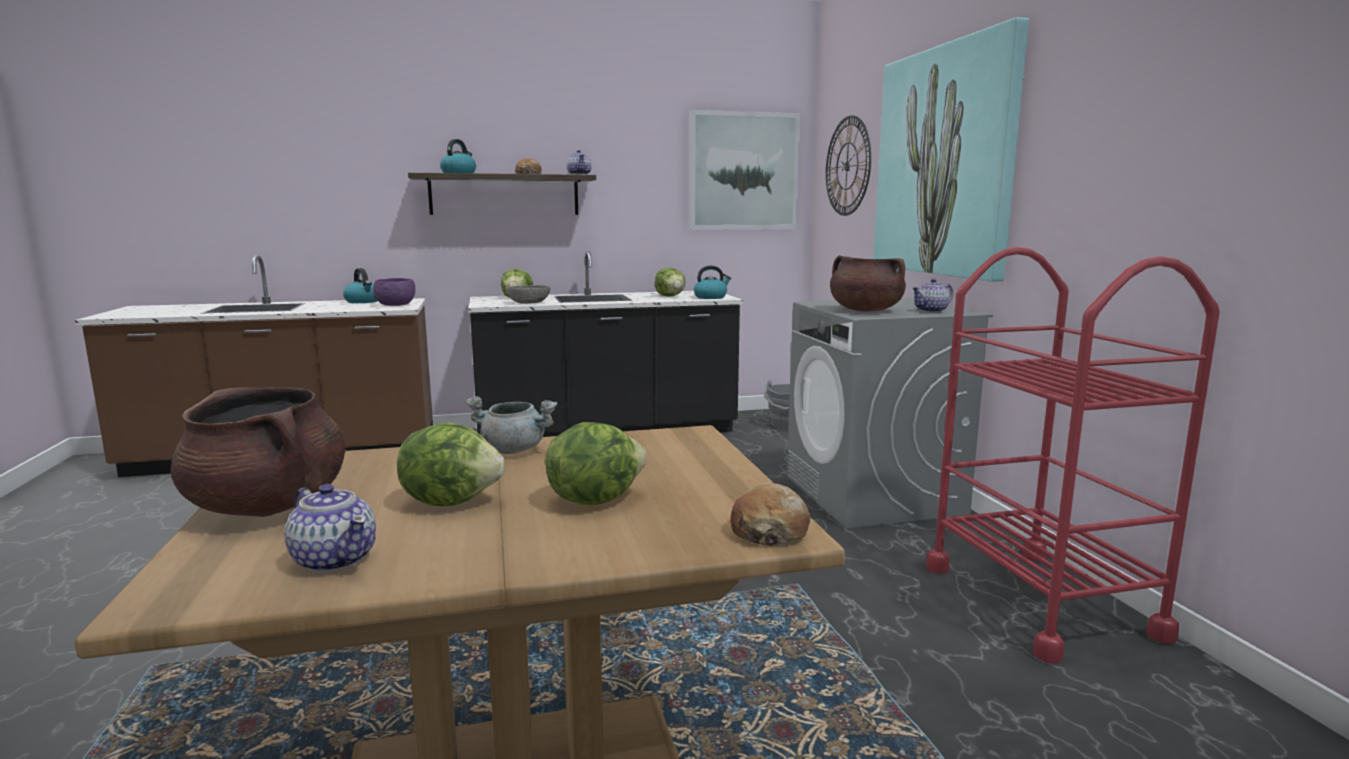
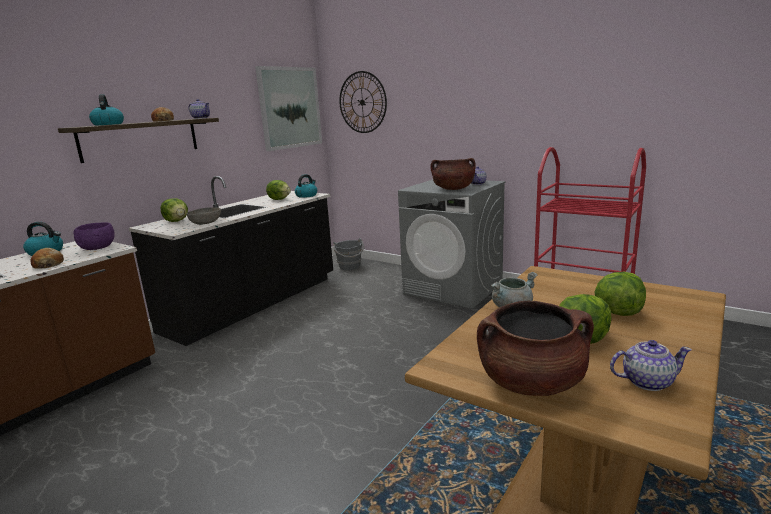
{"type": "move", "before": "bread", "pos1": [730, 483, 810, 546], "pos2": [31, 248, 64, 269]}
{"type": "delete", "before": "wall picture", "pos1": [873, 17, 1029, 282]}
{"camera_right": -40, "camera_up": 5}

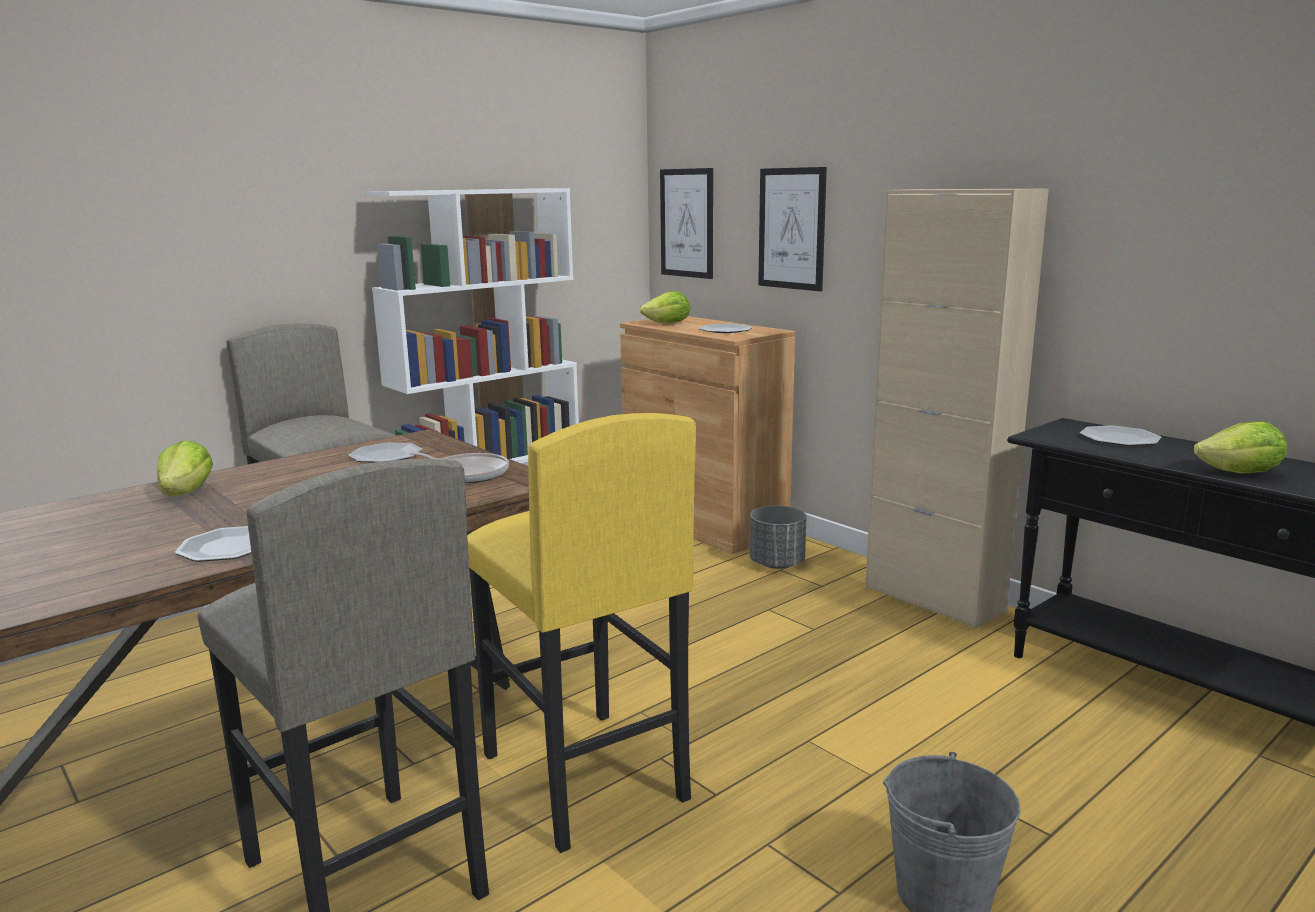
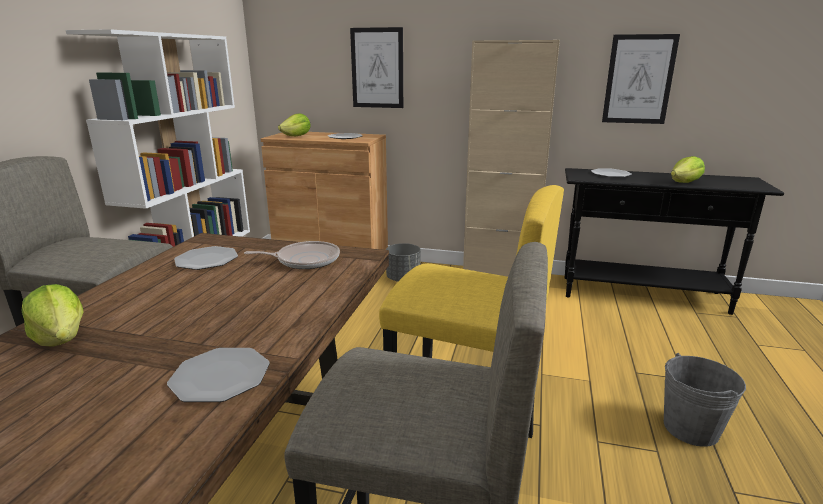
{"type": "move", "before": "wall picture", "pos1": [660, 168, 713, 279], "pos2": [602, 34, 680, 124]}
{"camera_right": -35, "camera_up": 5}

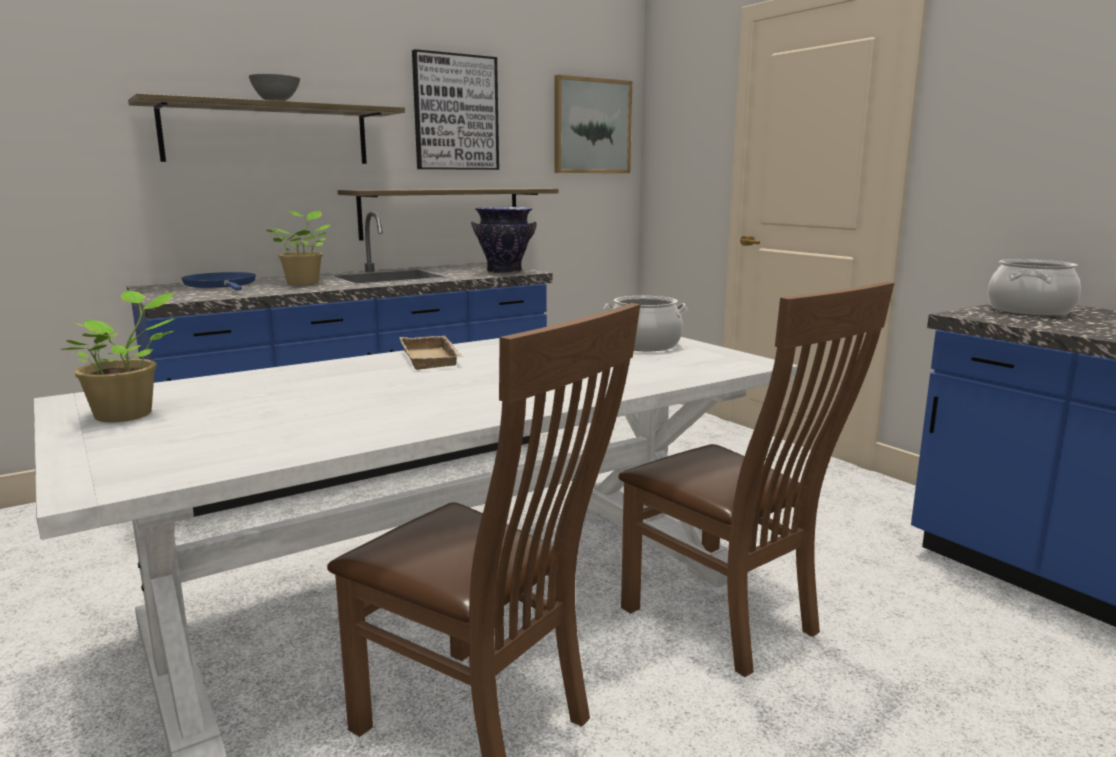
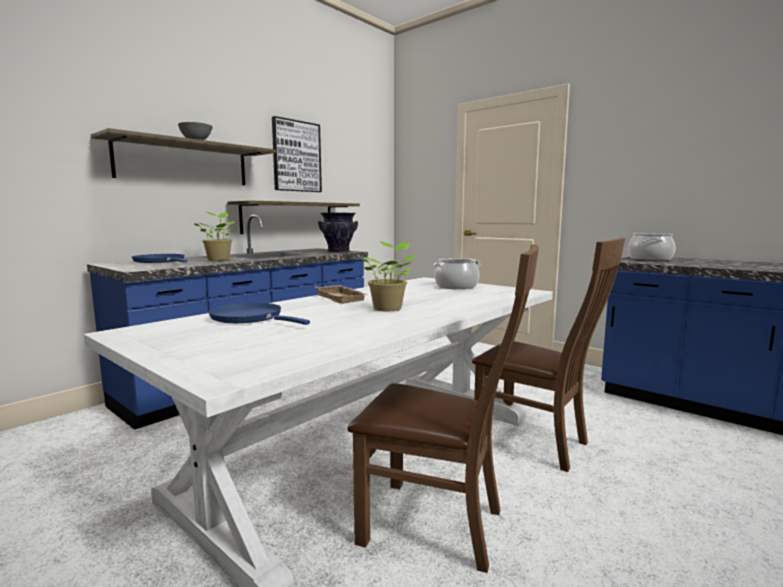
{"type": "insert", "after": "frying pan (blue)", "pos2": [209, 303, 310, 325]}
{"type": "move", "before": "plant in a pot", "pos1": [60, 290, 174, 423], "pos2": [359, 241, 416, 311]}
{"type": "delete", "before": "wall picture", "pos1": [554, 75, 632, 173]}
{"camera_right": -15, "camera_up": -5}

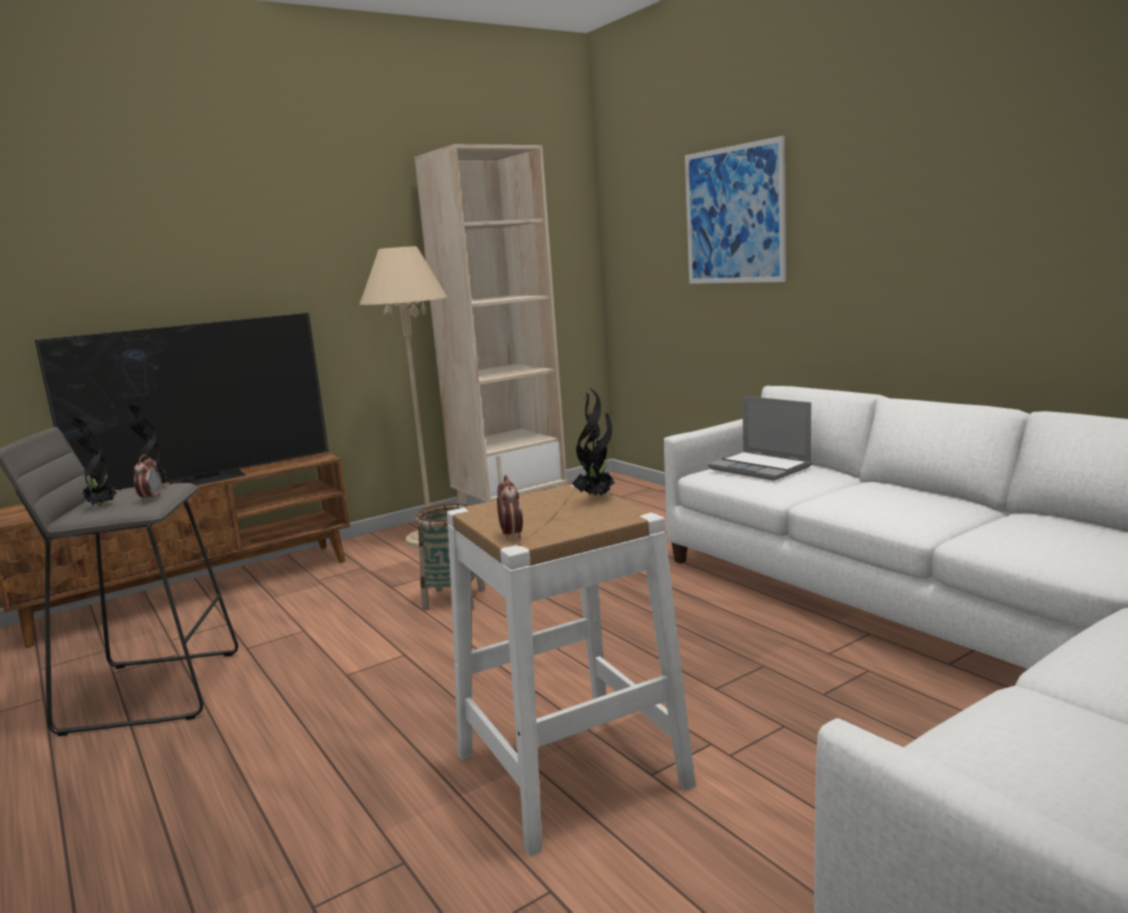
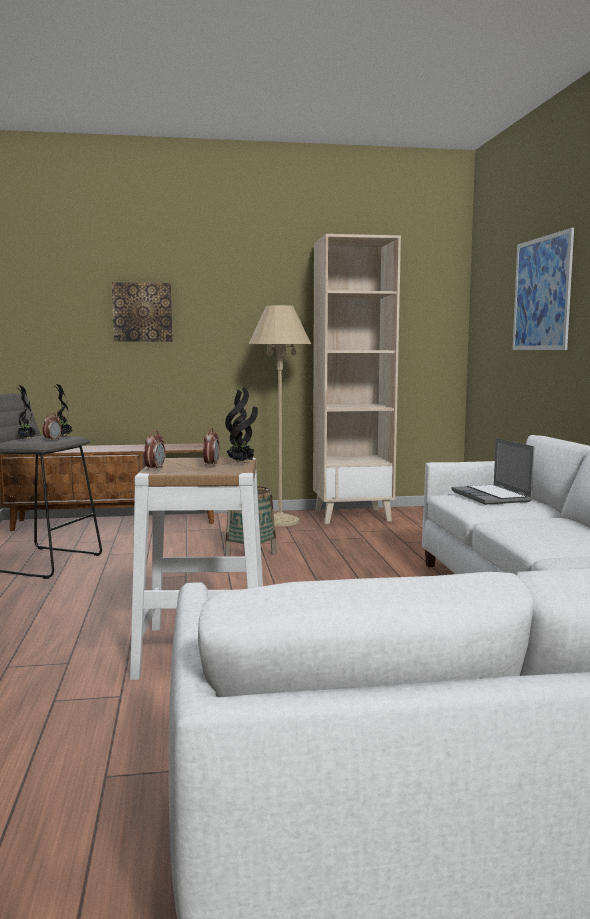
{"type": "insert", "after": "wall picture", "pos2": [112, 282, 172, 342]}
{"type": "insert", "after": "alarm clock", "pos2": [203, 428, 220, 466]}
{"type": "delete", "before": "television", "pos1": [35, 313, 329, 490]}
{"camera_right": 25, "camera_up": -5}

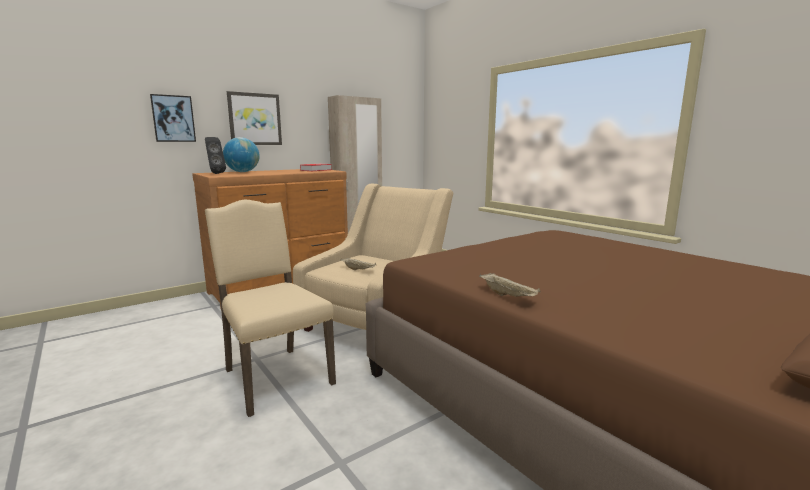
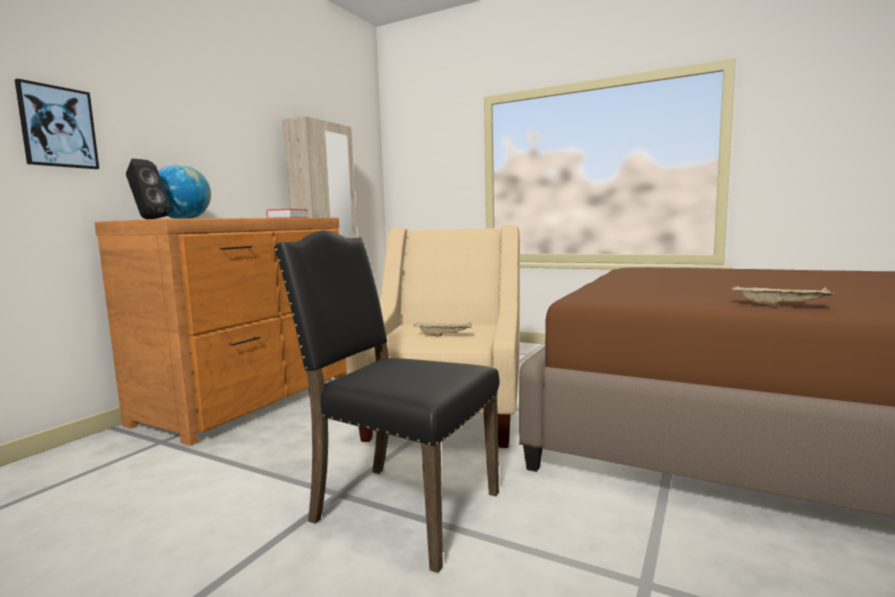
{"type": "recolor", "before": "upright chair (sand-coloured)", "after": "upright chair (blackish)", "pos1": [205, 200, 336, 417], "pos2": [274, 230, 500, 573]}
{"type": "delete", "before": "wall picture", "pos1": [227, 91, 282, 145]}
{"camera_right": -25, "camera_up": -5}

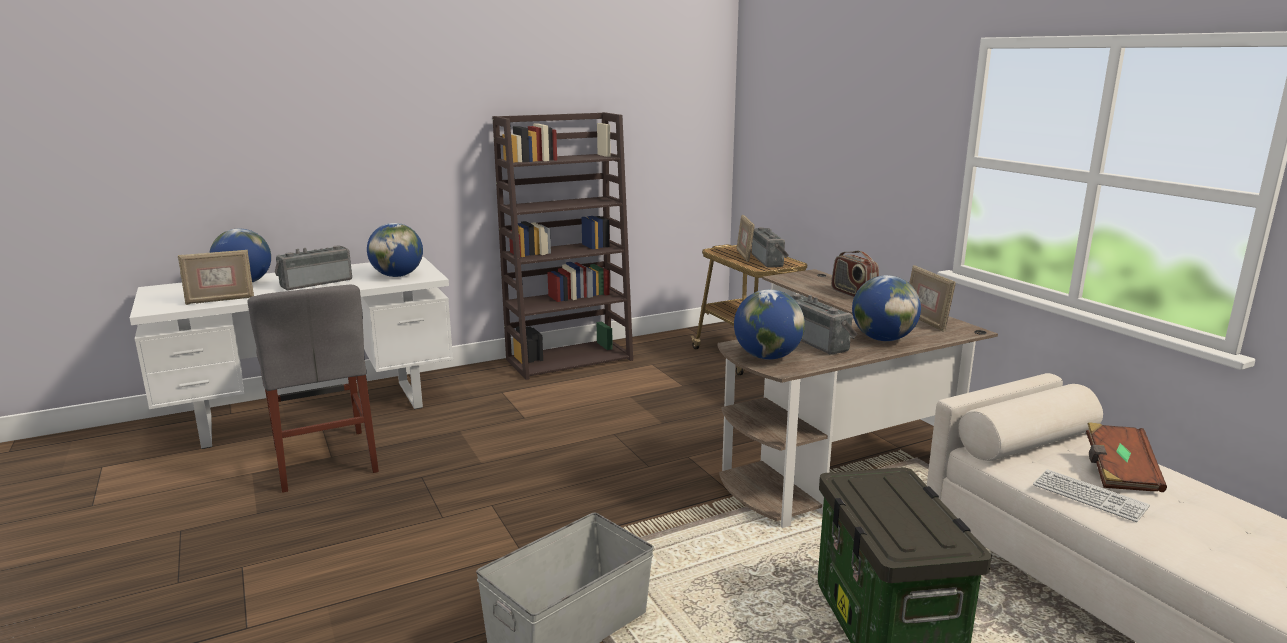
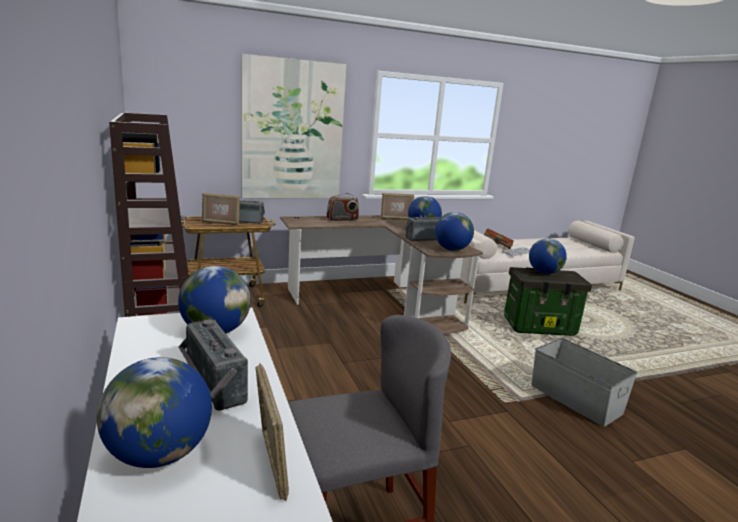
{"type": "insert", "after": "wall picture", "pos2": [241, 54, 347, 199]}
{"type": "insert", "after": "world globe", "pos2": [529, 239, 567, 274]}
{"camera_right": -85, "camera_up": 0}

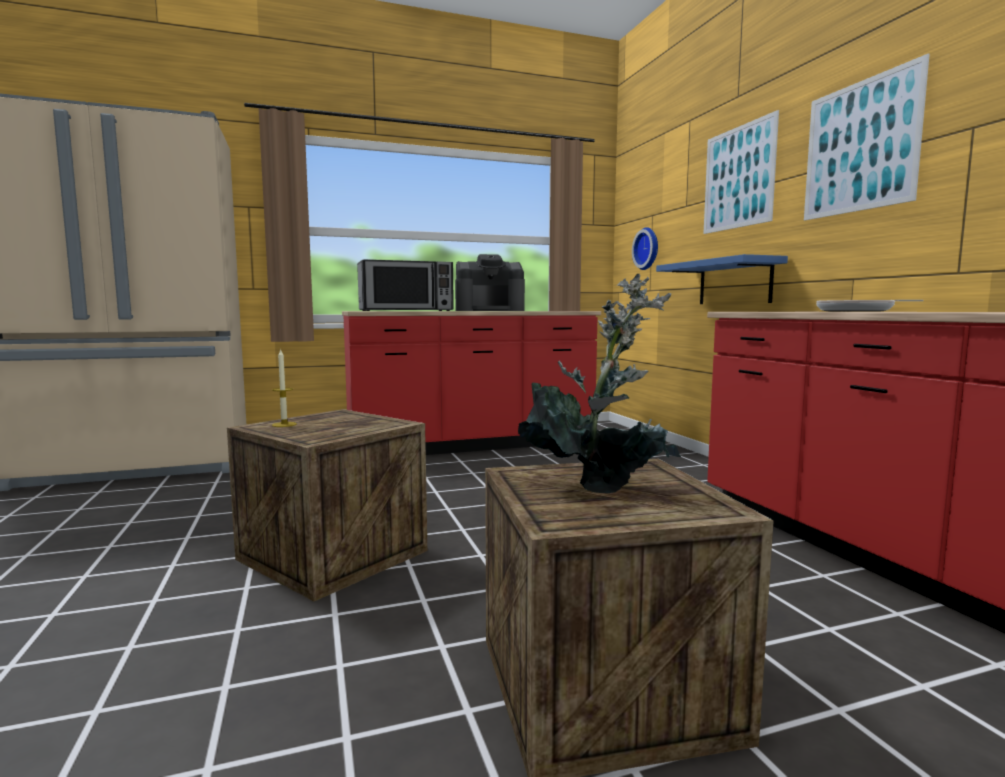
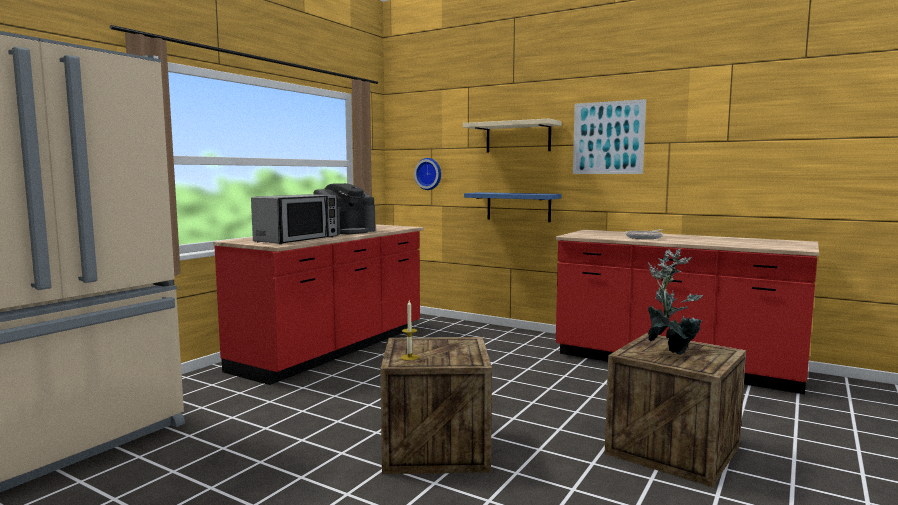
{"type": "replace", "before": "wall picture", "after": "bracket shelf (sand-coloured)", "pos1": [703, 110, 779, 234], "pos2": [463, 119, 562, 152]}
{"camera_right": -40, "camera_up": 0}

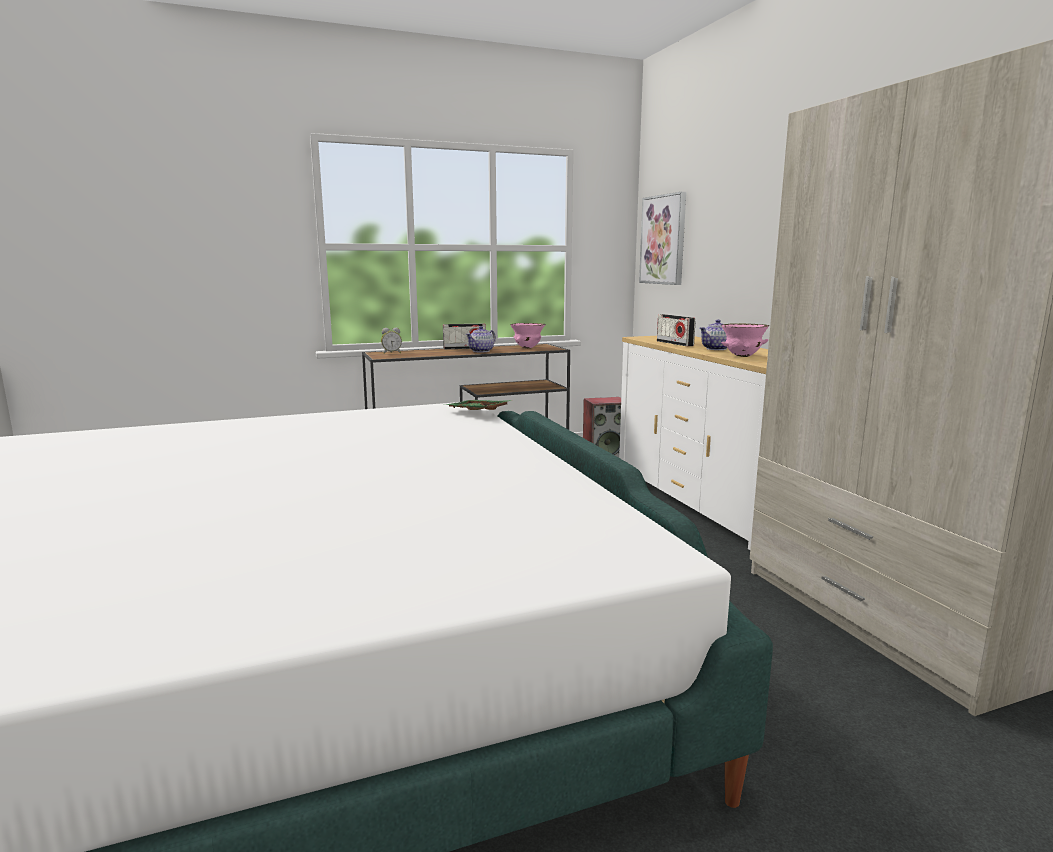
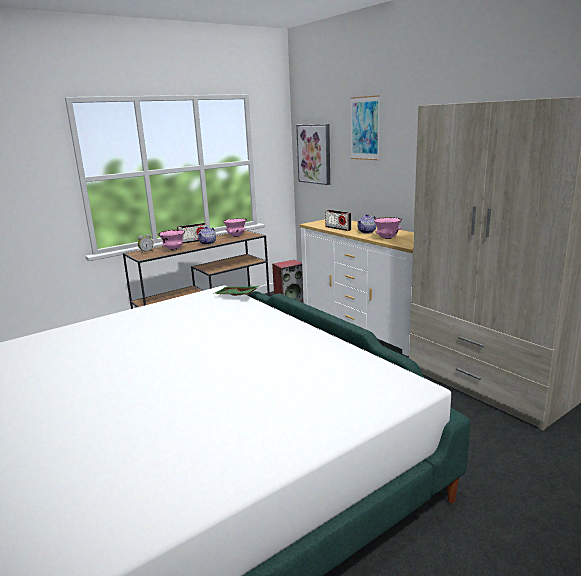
{"type": "insert", "after": "deep dish (pink-coloured)", "pos2": [158, 229, 185, 250]}
{"type": "insert", "after": "wall picture", "pos2": [351, 95, 380, 160]}
{"camera_right": -15, "camera_up": 5}

